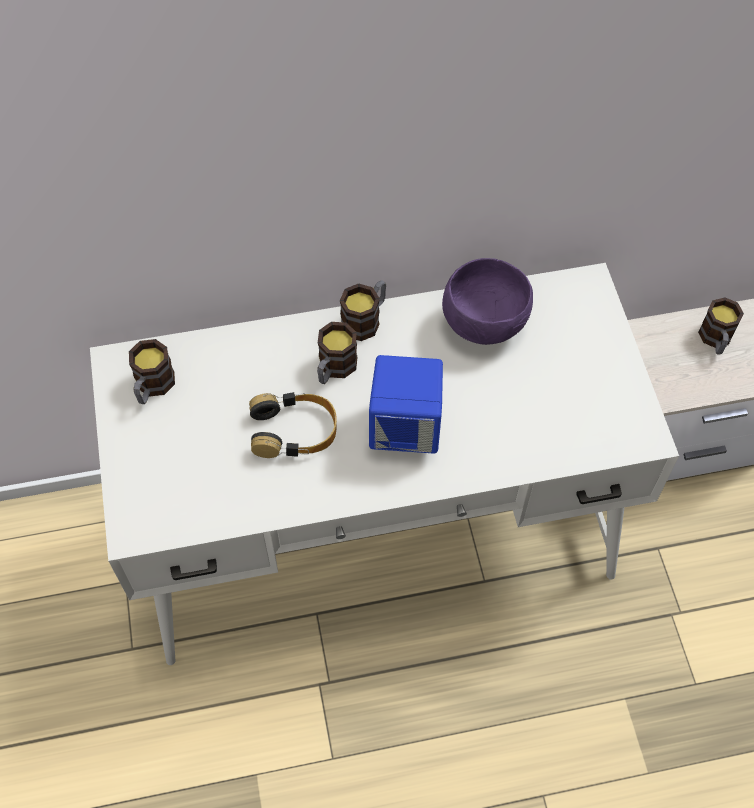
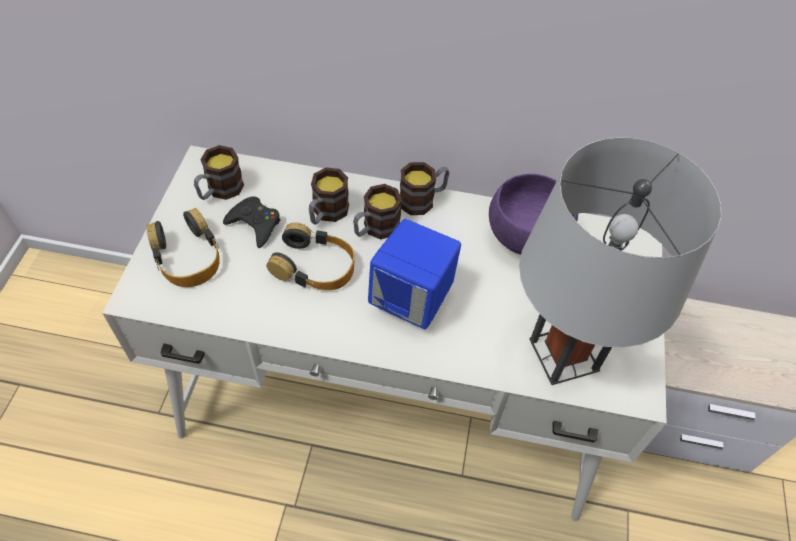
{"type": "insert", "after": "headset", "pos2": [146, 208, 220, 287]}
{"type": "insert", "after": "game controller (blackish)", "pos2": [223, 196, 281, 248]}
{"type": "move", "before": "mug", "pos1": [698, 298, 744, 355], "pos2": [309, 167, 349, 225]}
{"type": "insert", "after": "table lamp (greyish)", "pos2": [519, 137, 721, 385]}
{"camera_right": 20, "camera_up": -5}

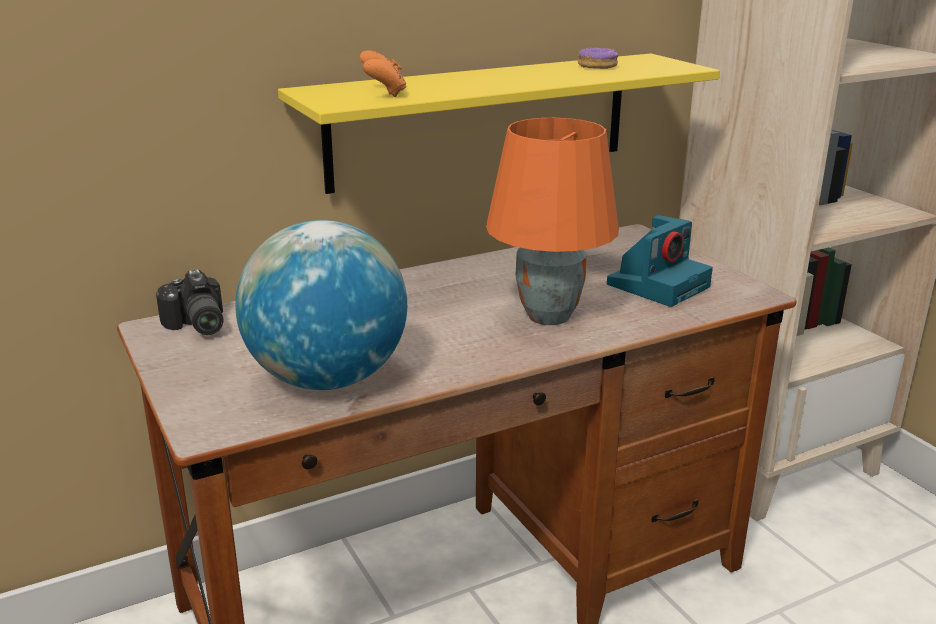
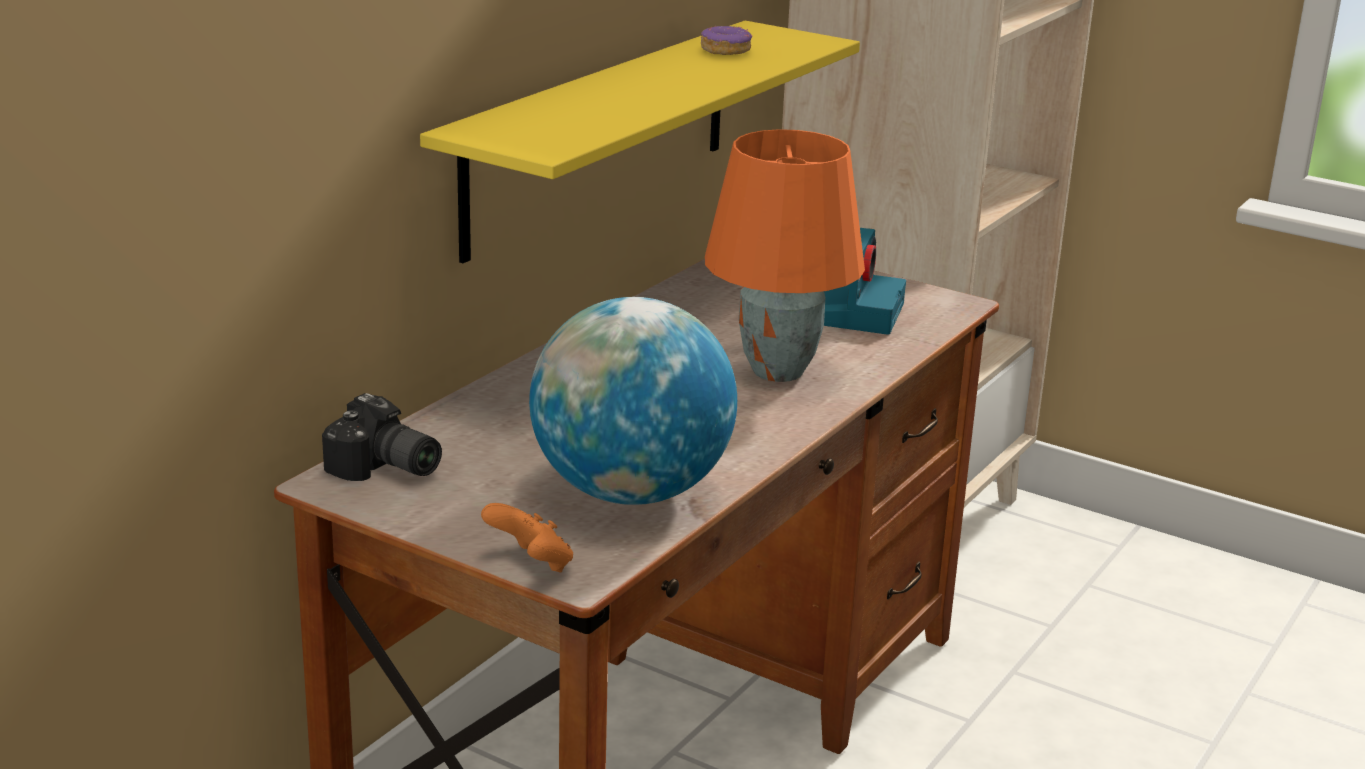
{"type": "move", "before": "game controller (orange-coloured)", "pos1": [360, 50, 407, 97], "pos2": [481, 503, 573, 572]}
{"camera_right": -30, "camera_up": 0}

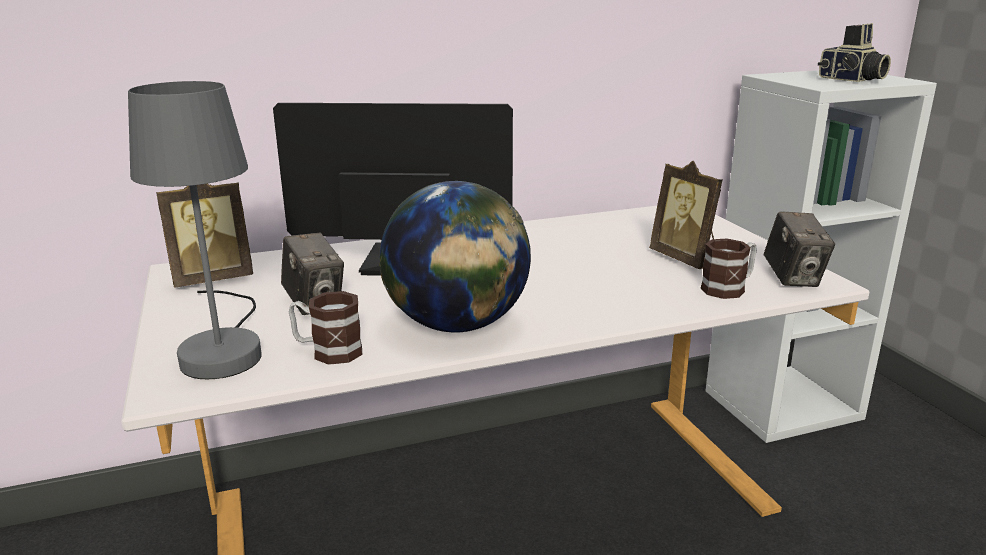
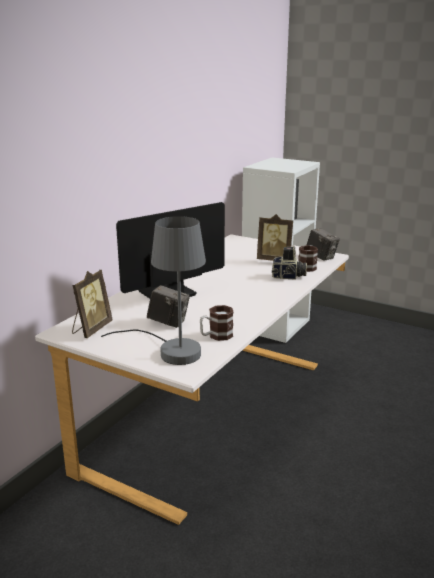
{"type": "move", "before": "photo camera", "pos1": [818, 23, 891, 82], "pos2": [272, 246, 307, 280]}
{"type": "delete", "before": "world globe", "pos1": [379, 181, 531, 332]}
{"camera_right": -40, "camera_up": 0}

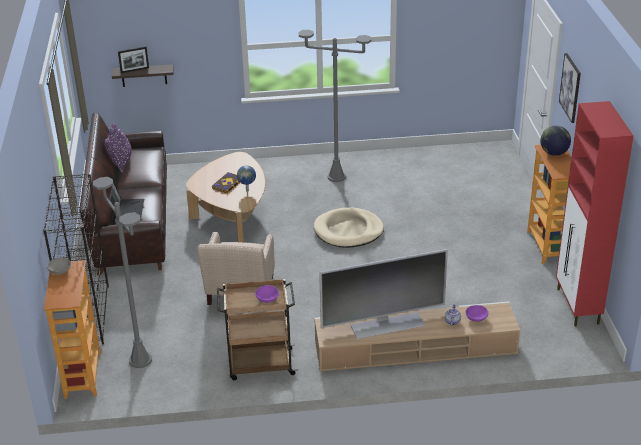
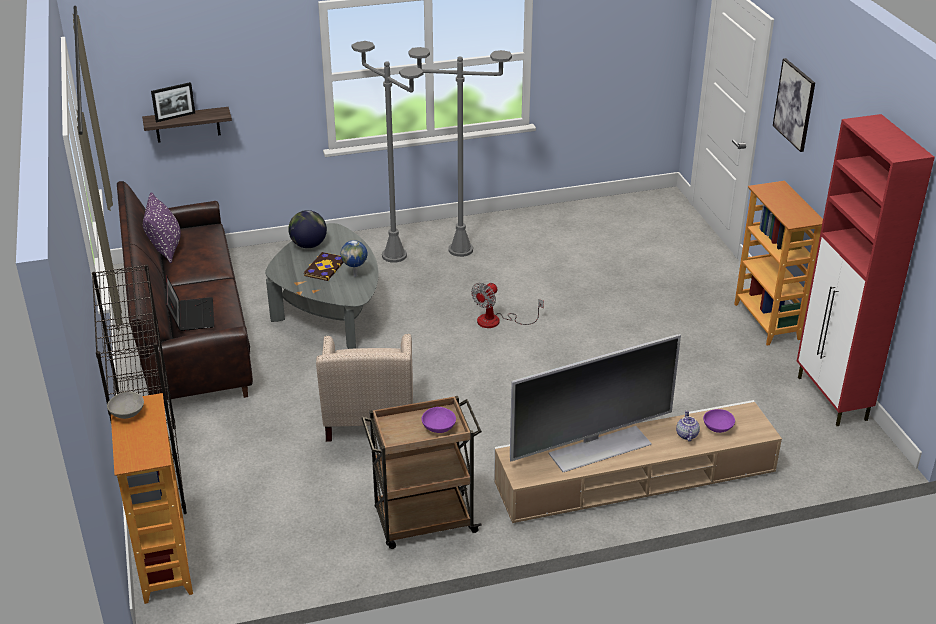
{"type": "recolor", "before": "coffee table (brown-coloured)", "after": "coffee table (greyish)", "pos1": [186, 152, 265, 242], "pos2": [265, 223, 379, 349]}
{"type": "move", "before": "world globe", "pos1": [540, 126, 571, 156], "pos2": [288, 210, 327, 248]}
{"type": "move", "before": "standard lamp (greyish)", "pos1": [93, 177, 152, 368], "pos2": [352, 41, 423, 263]}
{"type": "replace", "before": "pet bed (sand-coloured)", "after": "electric fan", "pos1": [314, 208, 384, 248], "pos2": [471, 282, 544, 328]}
{"camera_right": -10, "camera_up": 0}

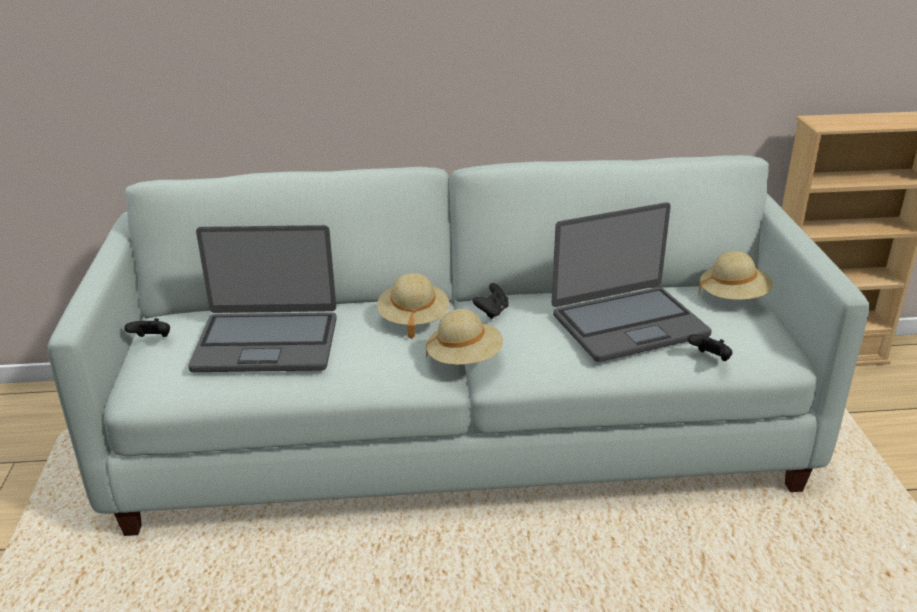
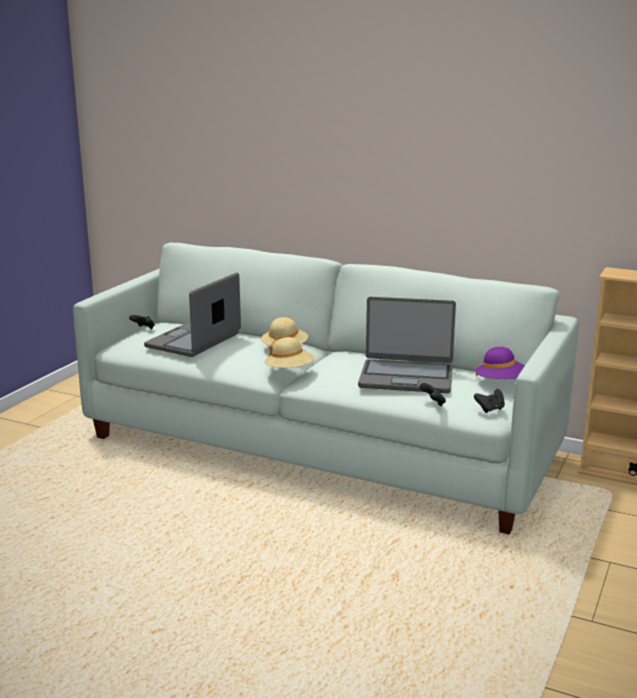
{"type": "rotate", "before": "portable computer", "pos1": [188, 225, 337, 372], "pos2": [144, 272, 241, 357], "turn": 90}
{"type": "move", "before": "game controller (blackish)", "pos1": [473, 283, 508, 319], "pos2": [474, 389, 505, 413]}
{"type": "recolor", "before": "hat (sand-coloured)", "after": "hat (purplish)", "pos1": [698, 251, 773, 300], "pos2": [475, 347, 525, 379]}
{"camera_right": 30, "camera_up": -10}

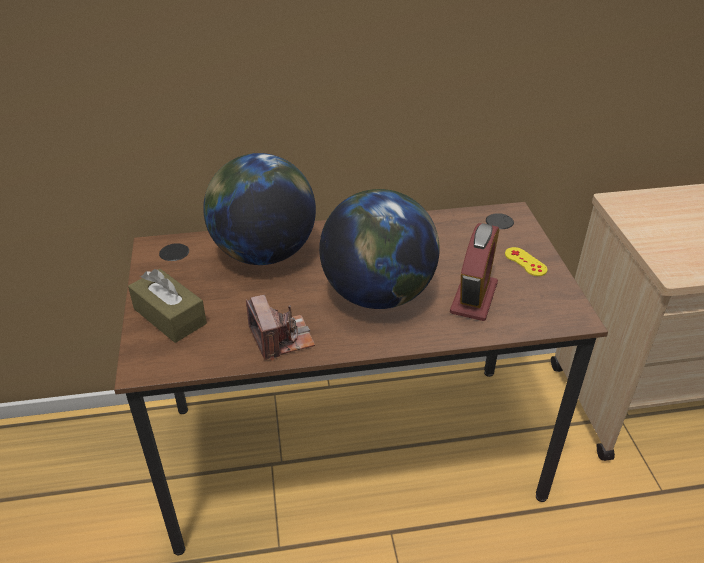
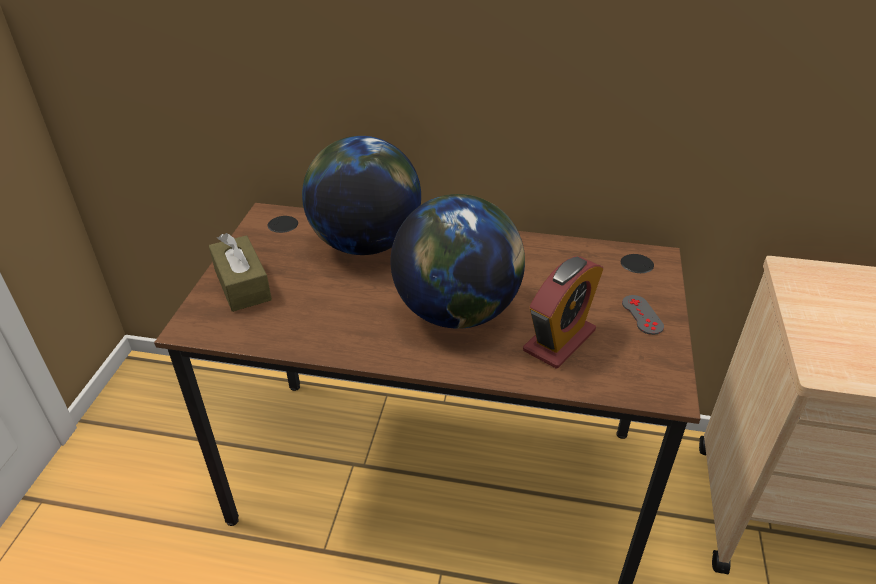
{"type": "recolor", "before": "game controller (yellow)", "after": "game controller (greyish)", "pos1": [505, 247, 548, 276], "pos2": [622, 295, 664, 335]}
{"type": "delete", "before": "photo camera", "pos1": [246, 295, 315, 360]}
{"camera_right": 20, "camera_up": 0}

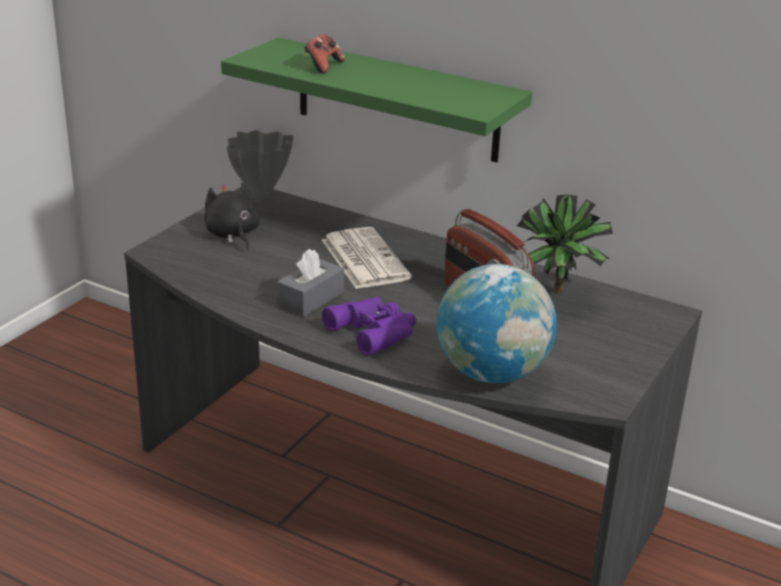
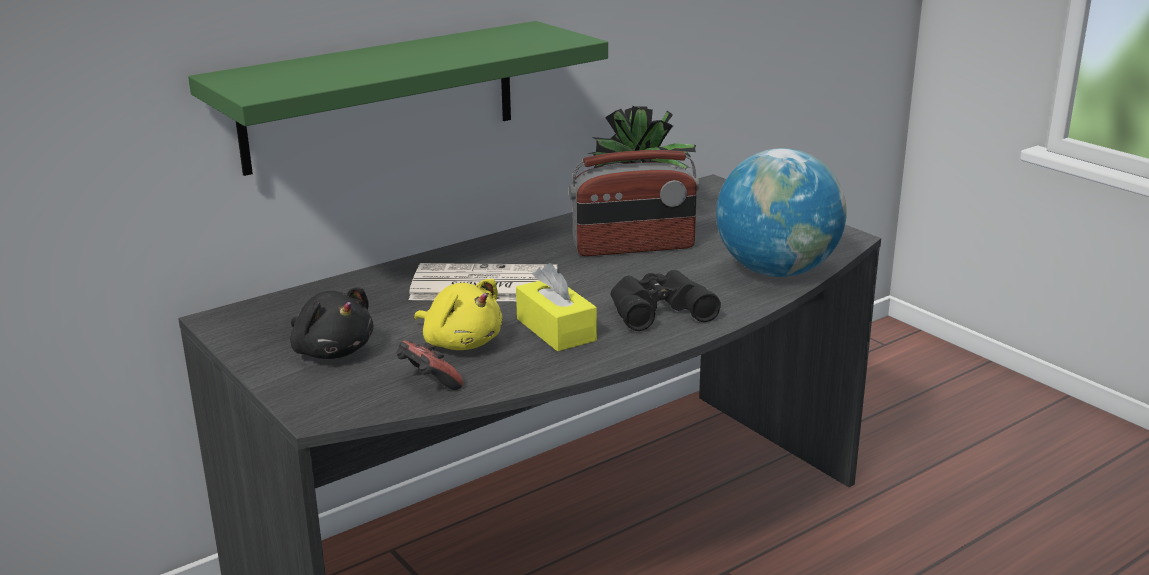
{"type": "rotate", "before": "cuddly toy (blackish)", "pos1": [204, 182, 260, 249], "pos2": [290, 287, 373, 359], "turn": -135}
{"type": "move", "before": "game controller", "pos1": [304, 33, 346, 74], "pos2": [396, 341, 463, 390]}
{"type": "insert", "after": "cuddly toy (yellow)", "pos2": [414, 279, 502, 350]}
{"type": "recolor", "before": "box of tissues (greyish)", "after": "box of tissues (yellow)", "pos1": [277, 249, 344, 317], "pos2": [516, 263, 597, 351]}
{"type": "recolor", "before": "pair of binoculars (purplish)", "after": "pair of binoculars (blackish)", "pos1": [322, 296, 416, 356], "pos2": [610, 270, 721, 331]}
{"type": "delete", "before": "decorative vase (greyish)", "pos1": [227, 130, 293, 200]}
{"camera_right": -65, "camera_up": -5}

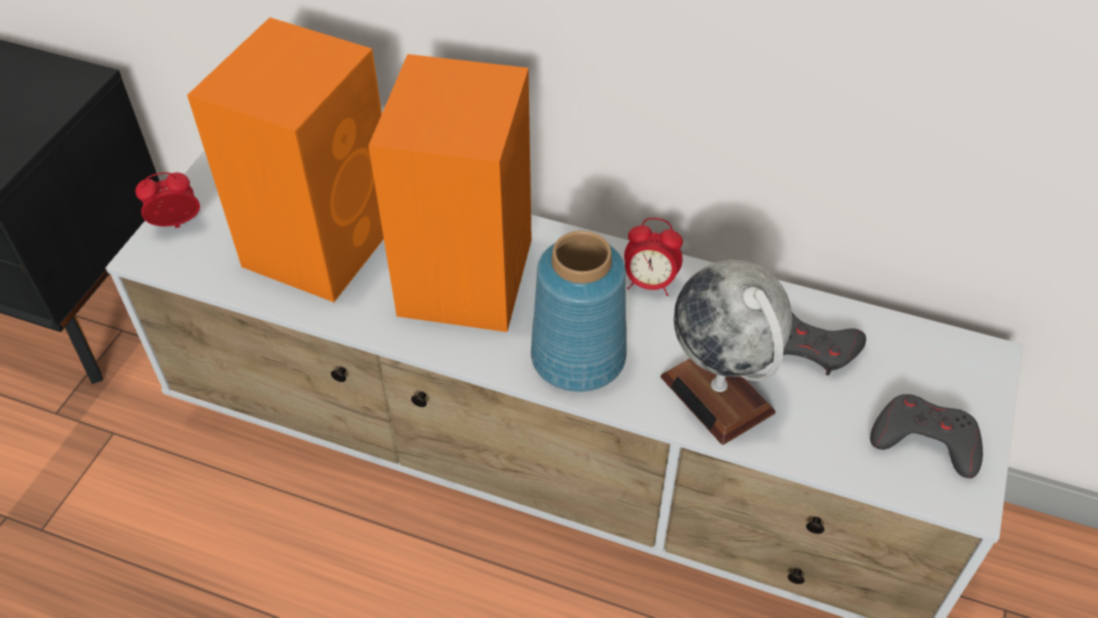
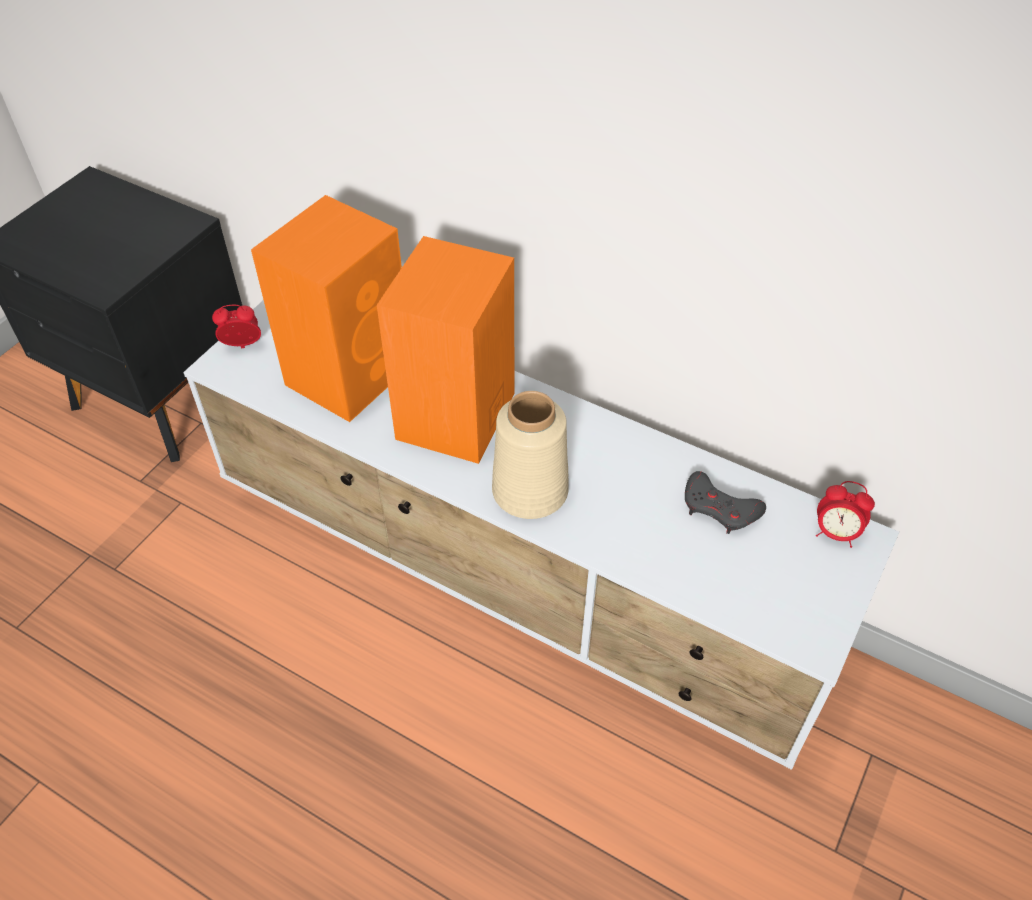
{"type": "recolor", "before": "decorative vase (blue)", "after": "decorative vase (sand-coloured)", "pos1": [531, 231, 627, 392], "pos2": [492, 391, 569, 519]}
{"type": "move", "before": "alarm clock", "pos1": [624, 218, 683, 296], "pos2": [816, 481, 875, 548]}
{"type": "delete", "before": "world globe", "pos1": [661, 260, 792, 445]}
{"type": "delete", "before": "game controller (greyish)", "pos1": [870, 394, 983, 478]}
{"camera_right": 10, "camera_up": 0}

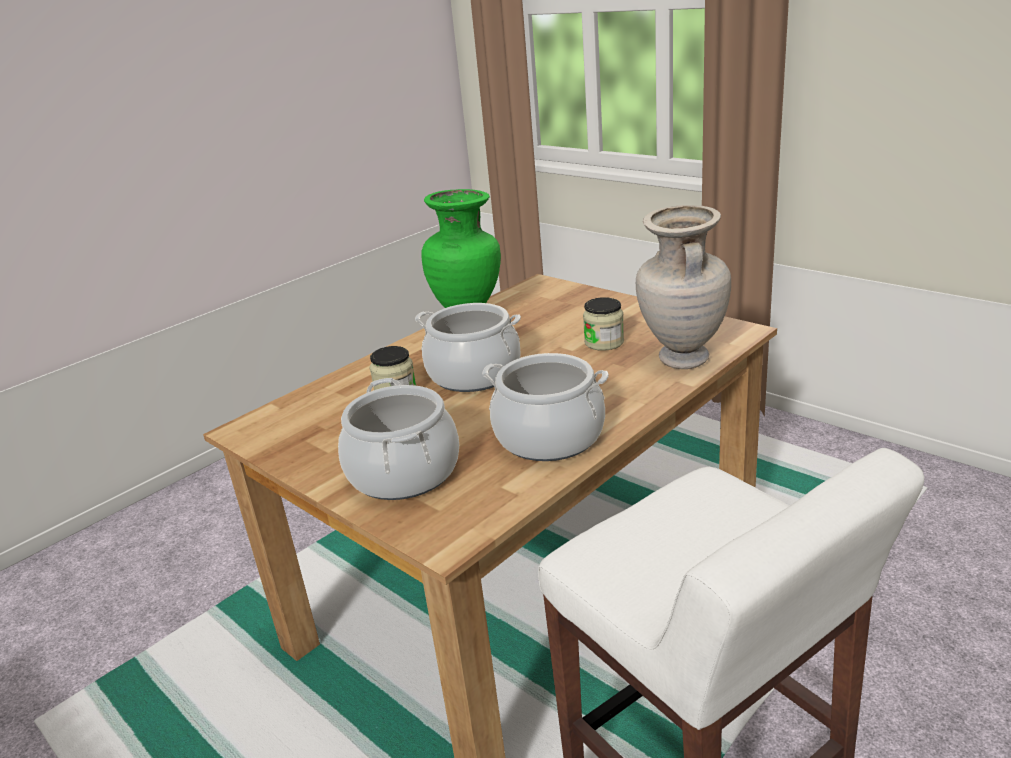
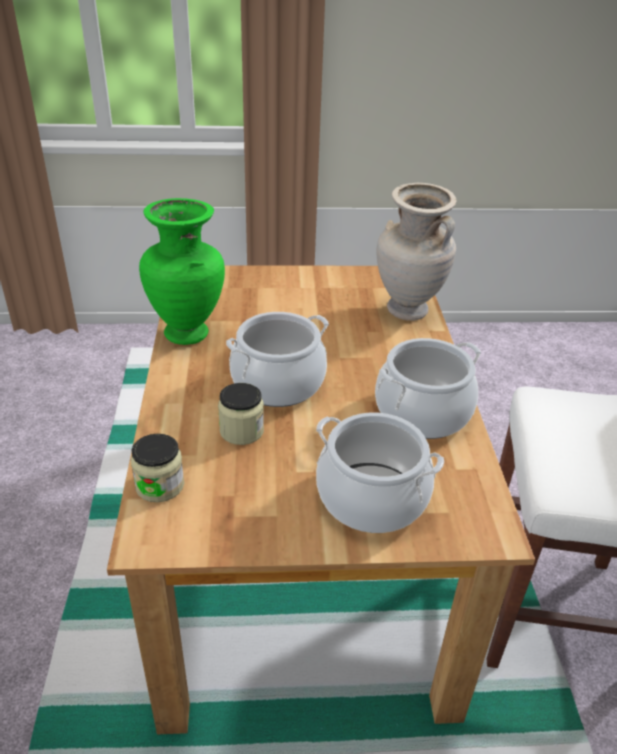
{"type": "move", "before": "preserve jar", "pos1": [583, 297, 624, 351], "pos2": [131, 434, 184, 502]}
{"camera_right": -50, "camera_up": 10}

